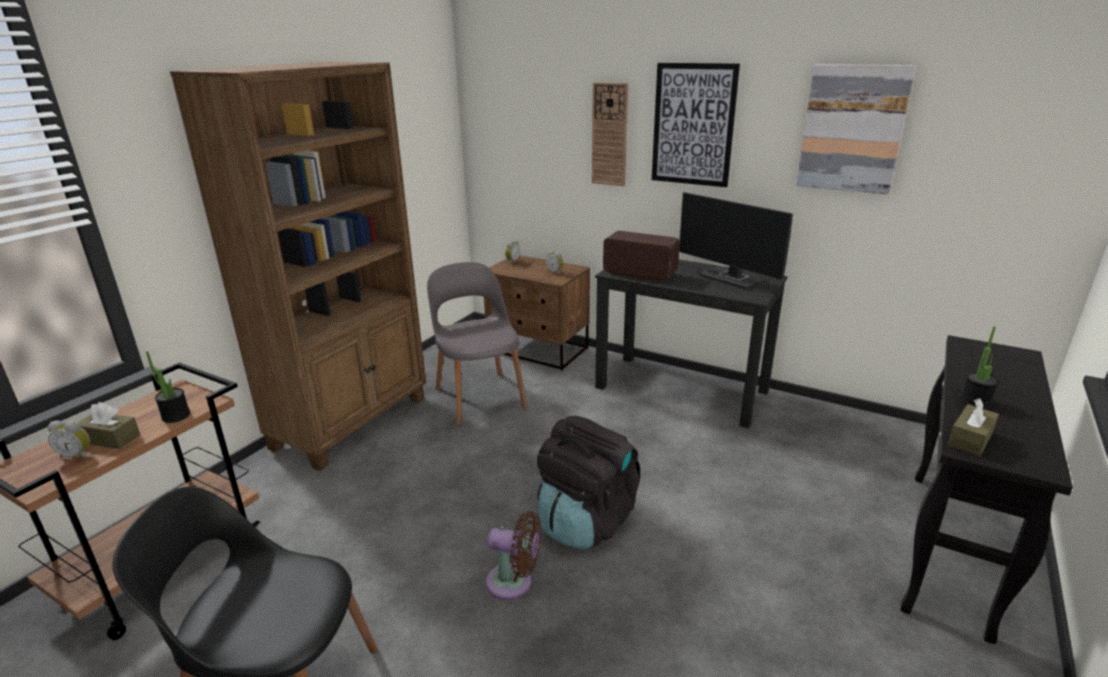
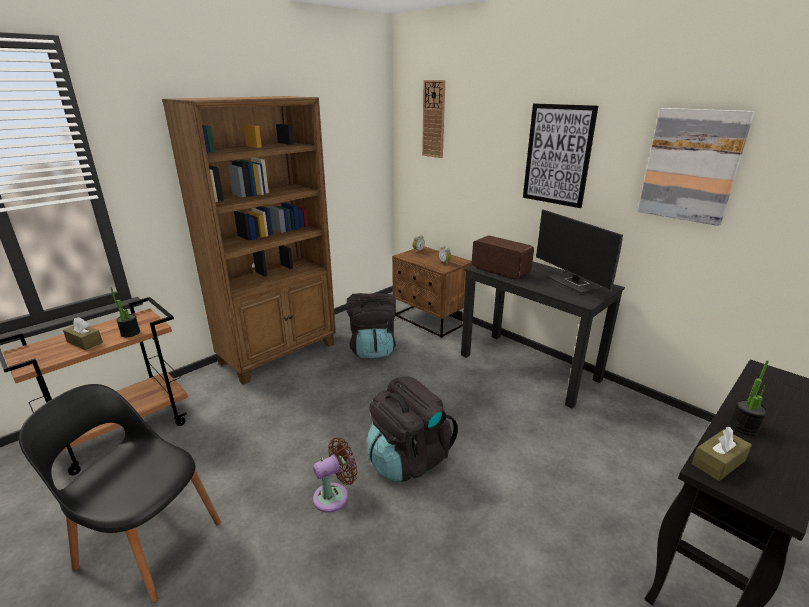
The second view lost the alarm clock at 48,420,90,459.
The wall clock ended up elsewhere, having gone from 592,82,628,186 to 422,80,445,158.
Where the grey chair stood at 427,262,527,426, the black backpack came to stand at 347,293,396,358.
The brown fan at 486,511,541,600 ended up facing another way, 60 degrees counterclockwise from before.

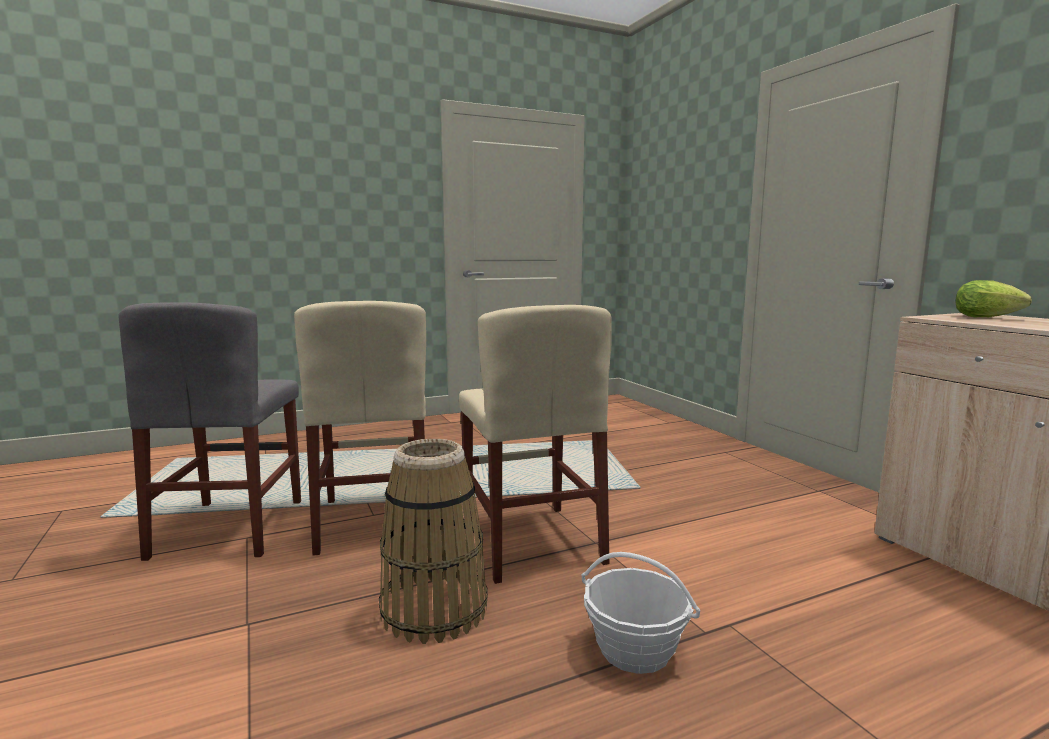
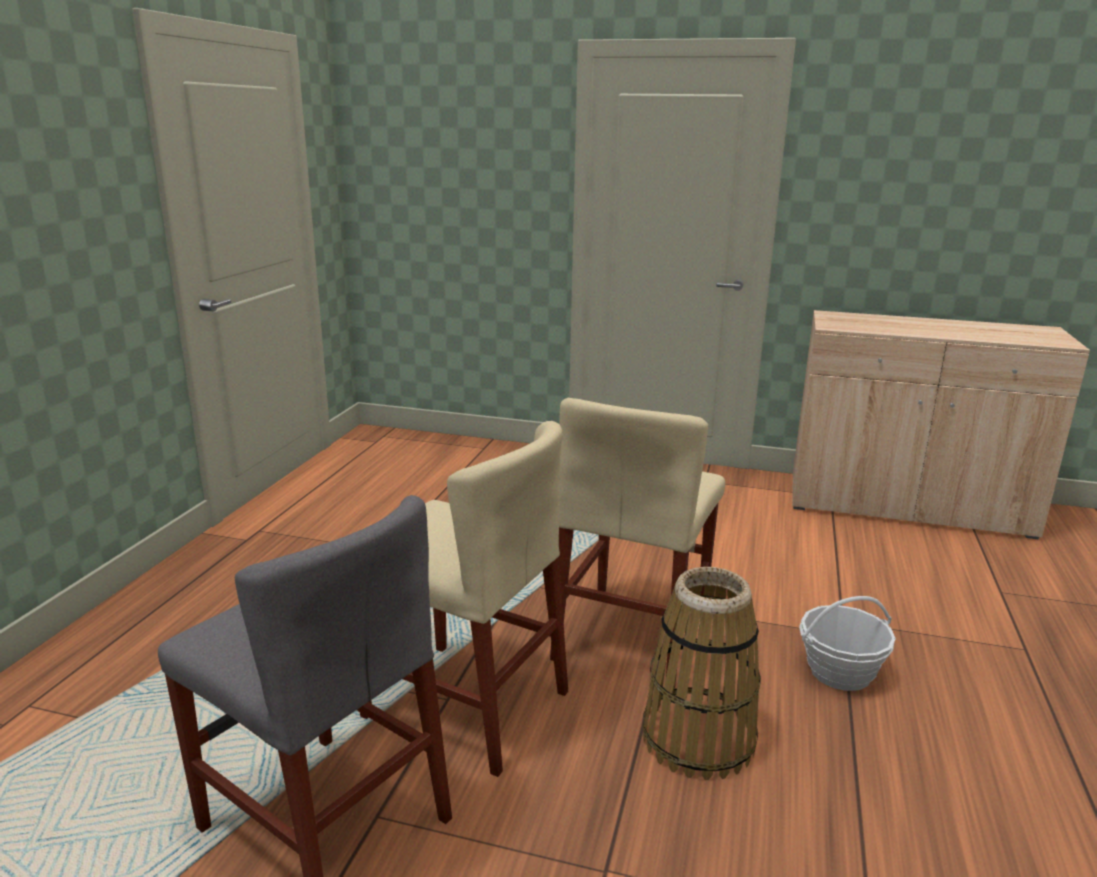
The second view lost the lettuce at 955,280,1032,317.
The beige chair at 459,305,612,584 ended up facing another way, 90 degrees clockwise from before.

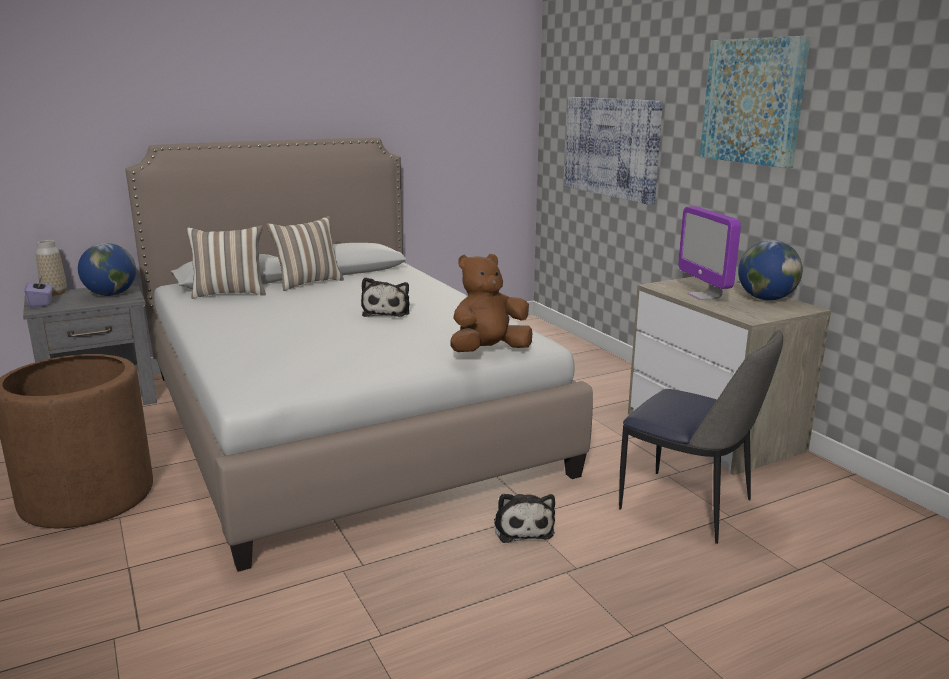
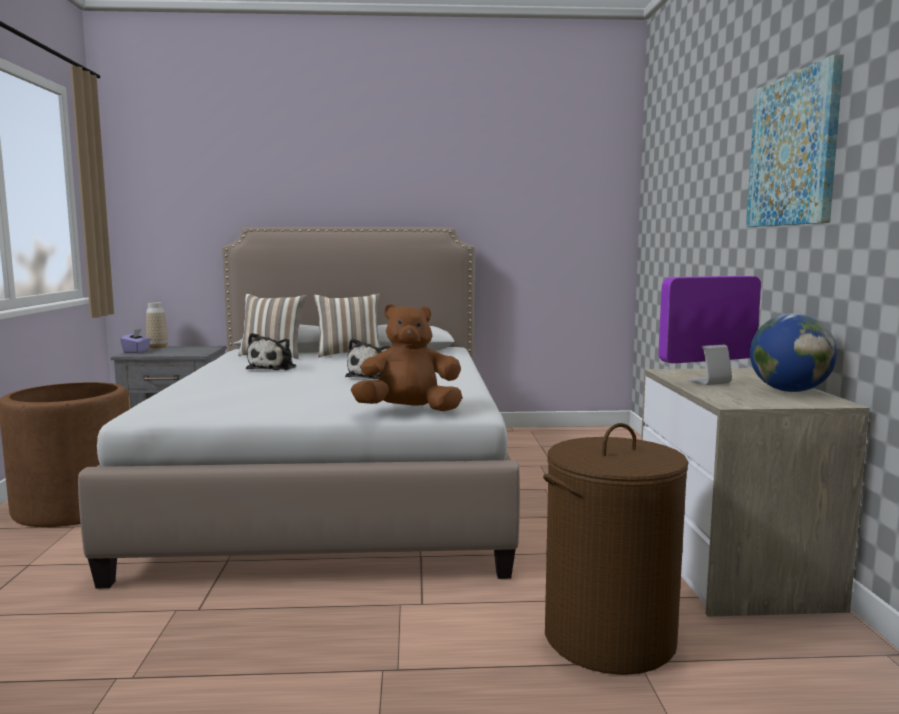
The second view lost the globe at 78,243,136,296.
The second view lost the picture at 564,97,663,205.
The plush toy ended up elsewhere, having gone from 494,493,555,543 to 246,333,296,370.
Where the chair stood at 619,330,783,544, the brown laundry basket came to stand at 543,423,688,675.
The monitor at 678,206,741,300 ended up facing another way, 60 degrees clockwise from before.

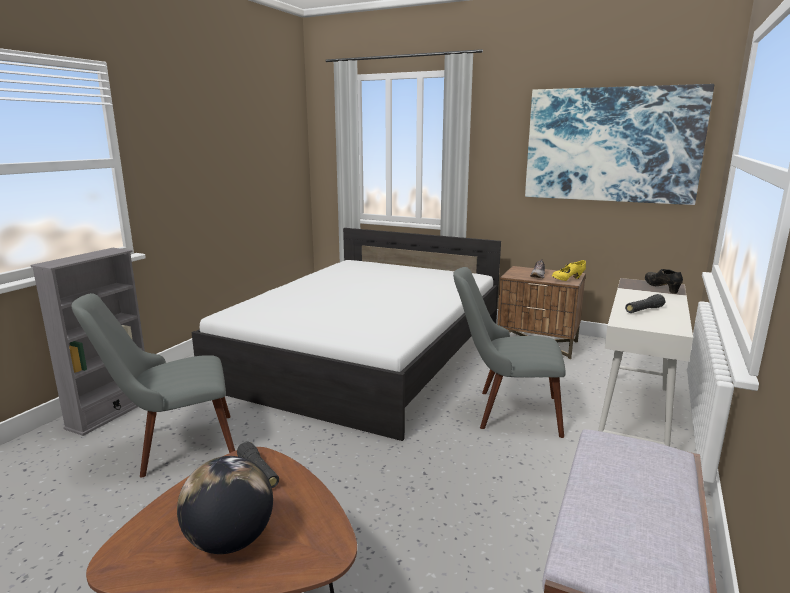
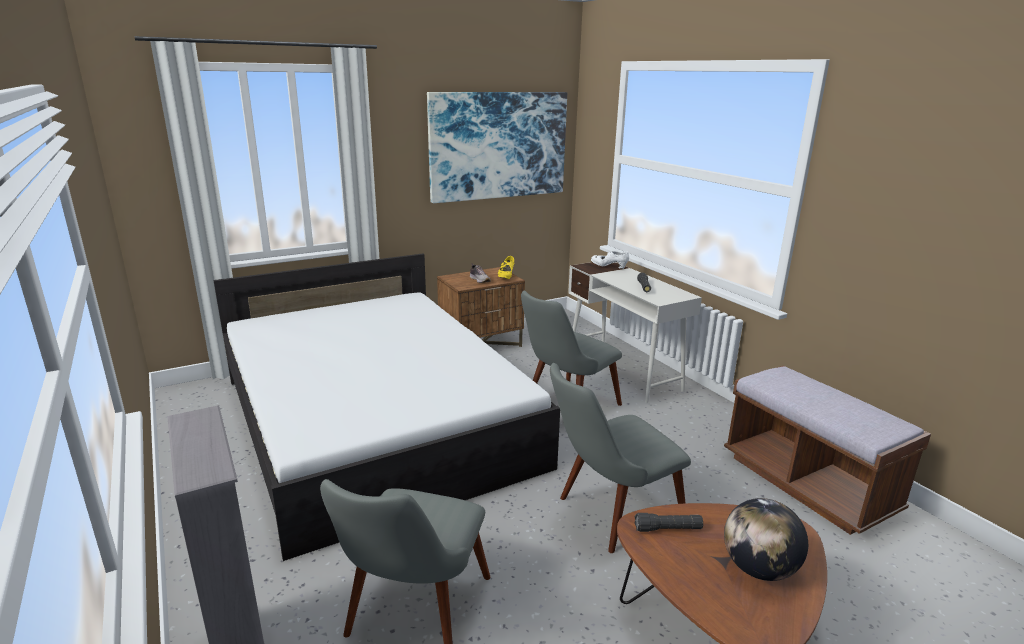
The second view gained the grey chair at 550,363,691,553.
What was the black shoe at 645,269,683,294 turned into the white shoe at 591,251,629,269.

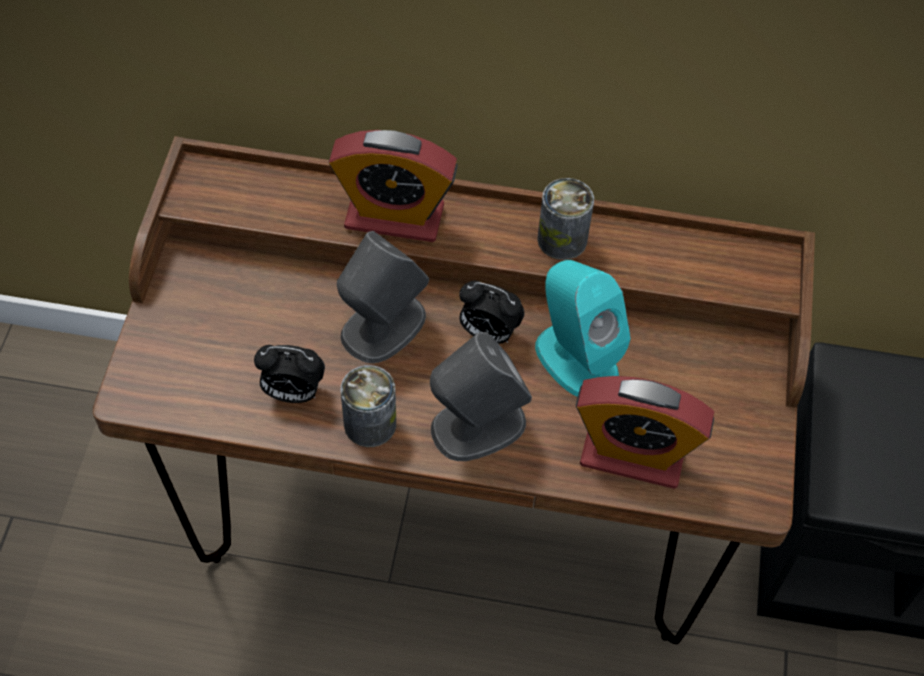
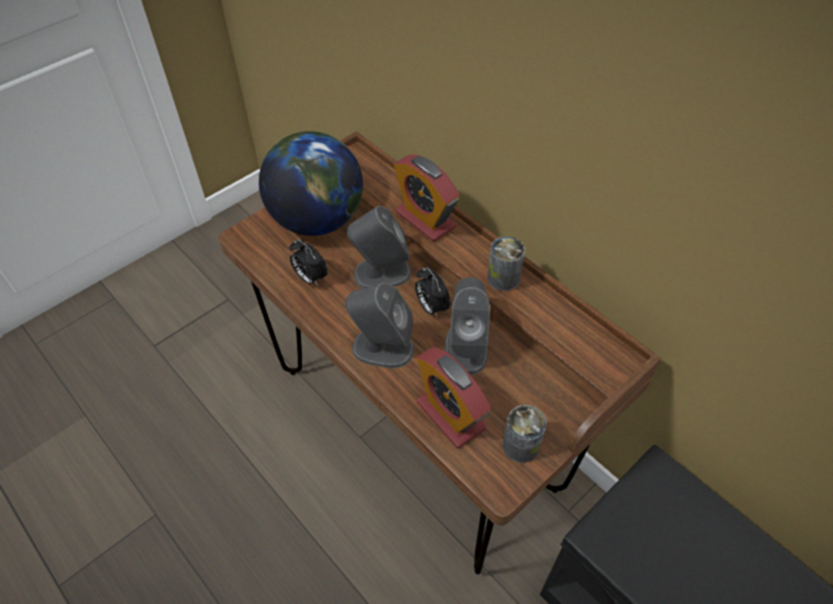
The second view gained the globe at 259,131,363,236.
The can ended up elsewhere, having gone from 341,365,396,447 to 502,405,547,463.
What was the turquoise speaker at 535,260,631,397 turned into the grey speaker at 445,277,490,375.

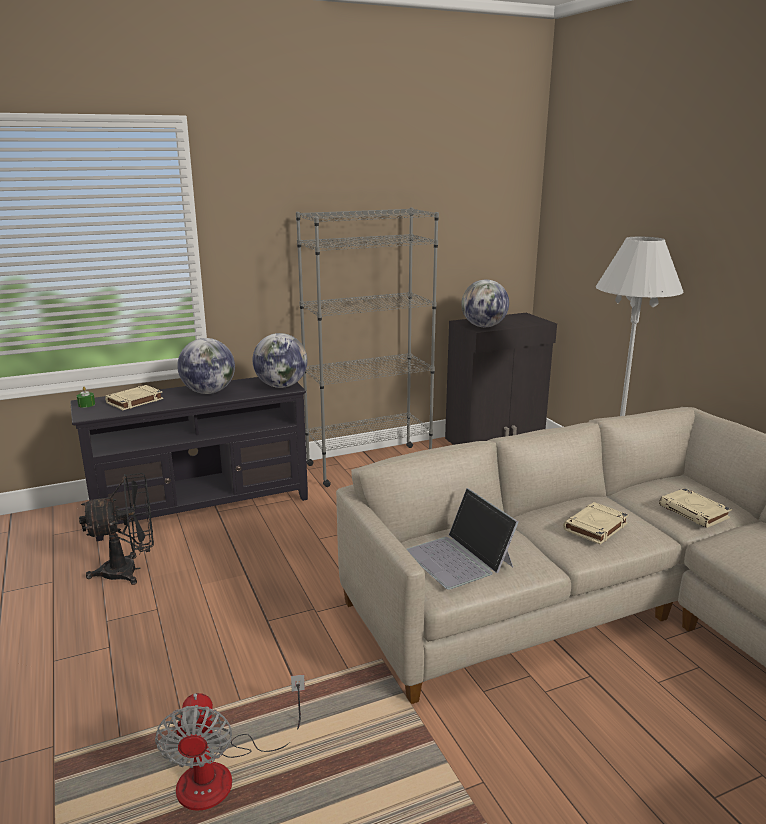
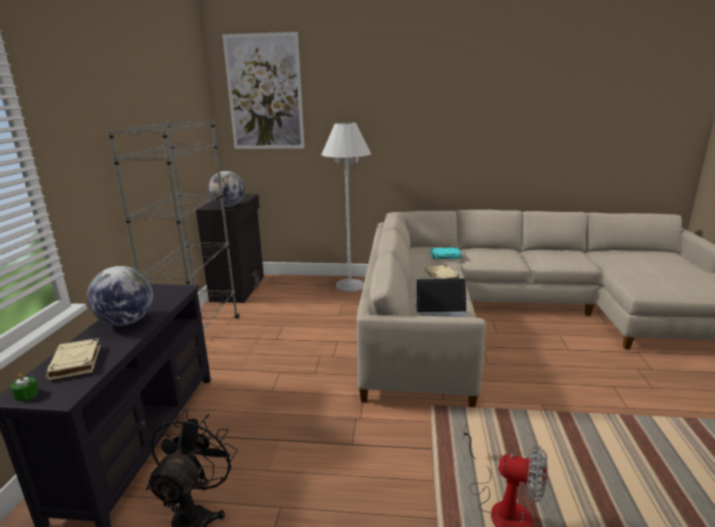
The second view lost the globe at 252,333,308,388.
The second view gained the picture at 222,32,305,149.
What was the beige book at 659,488,732,528 turned into the turquoise book at 430,247,462,259.

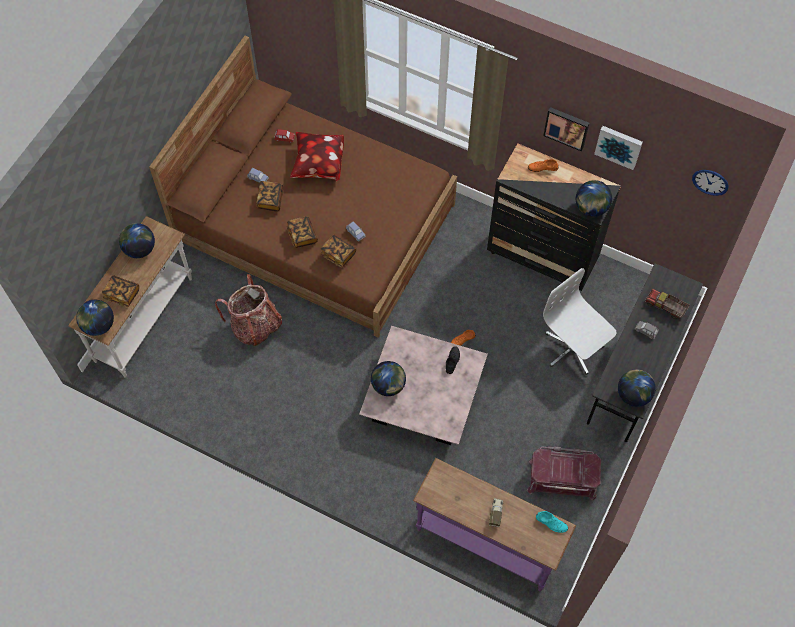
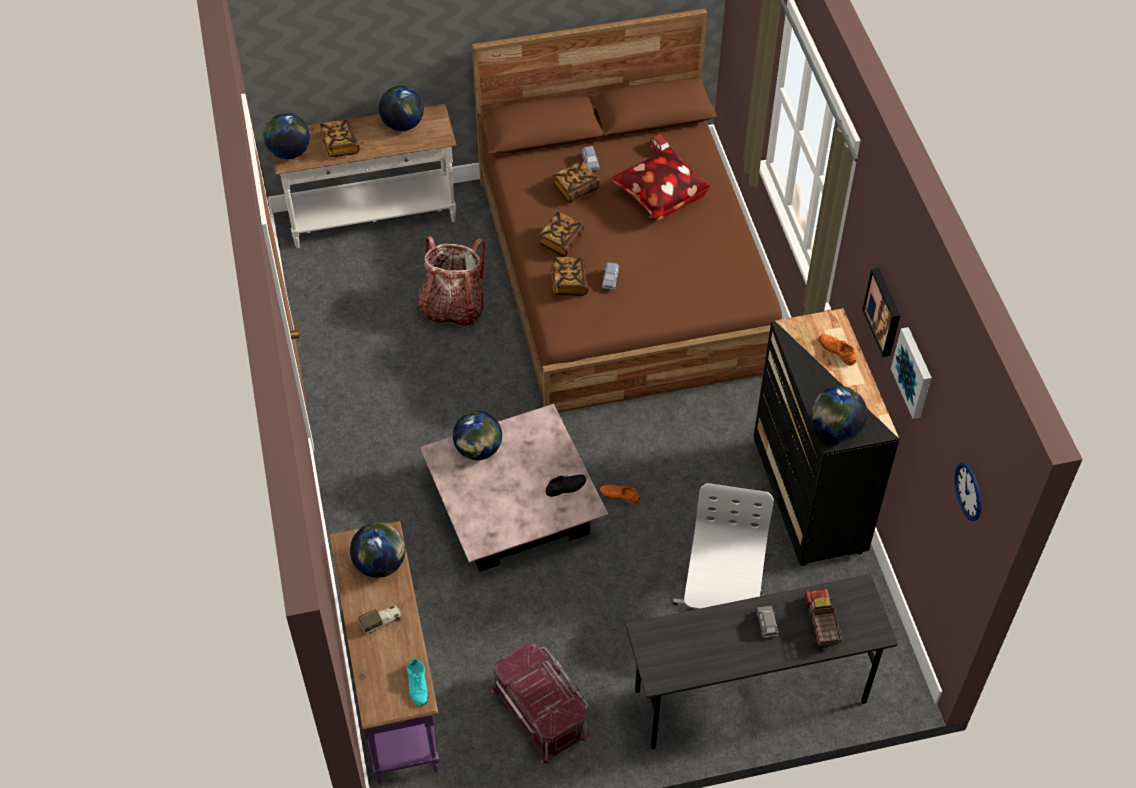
The globe ended up elsewhere, having gone from 618,369,656,407 to 350,522,406,578.

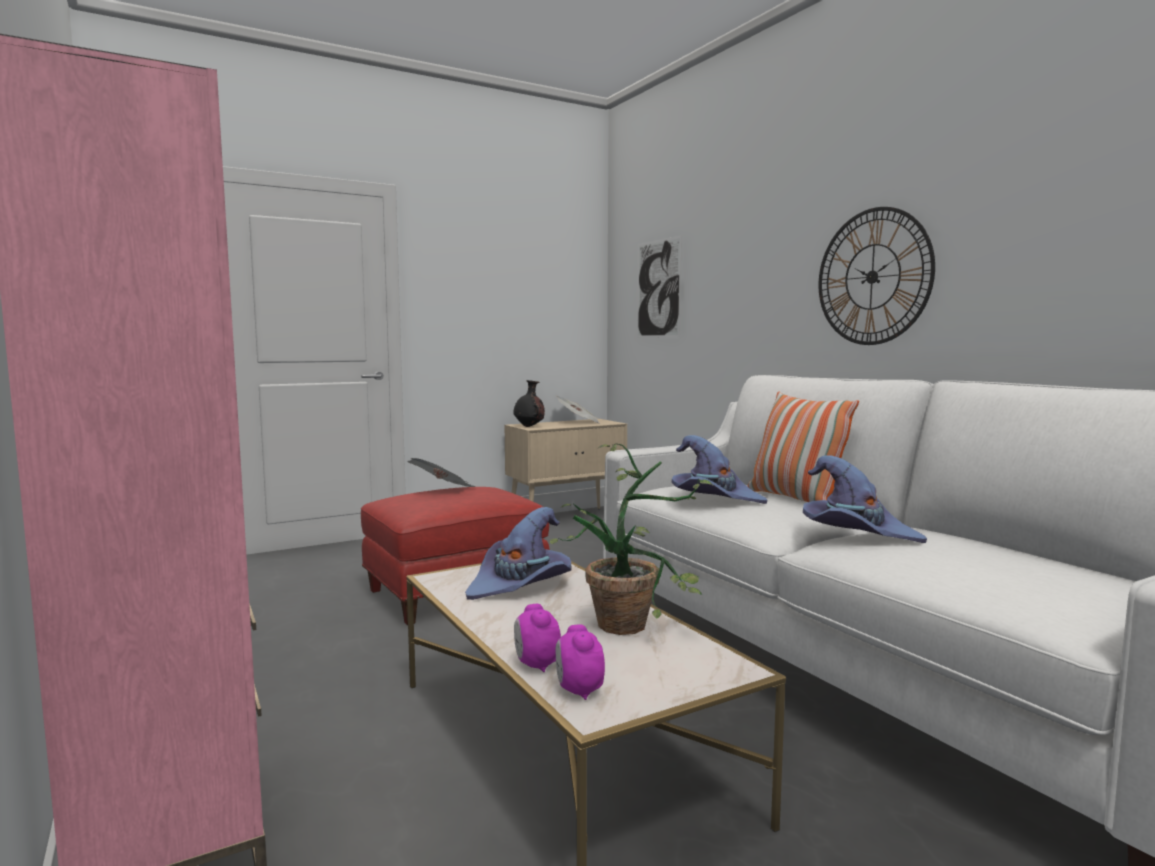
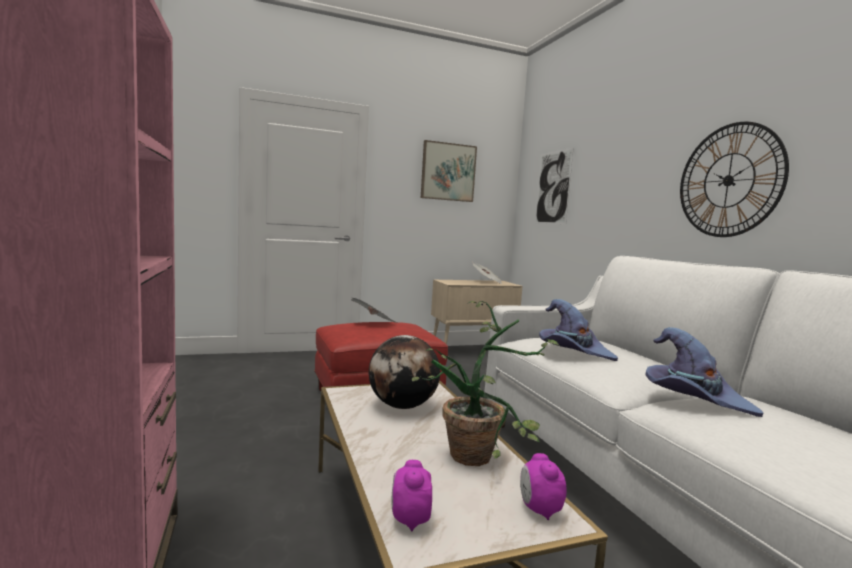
The second view lost the black vase at 514,380,545,427.
The second view lost the pillow at 747,392,859,502.
The second view gained the picture at 421,140,477,202.
The alarm clock ended up elsewhere, having gone from 514,604,561,672 to 520,453,566,520.
Where the purple hat stood at 465,507,571,600, the globe came to stand at 369,335,440,409.

